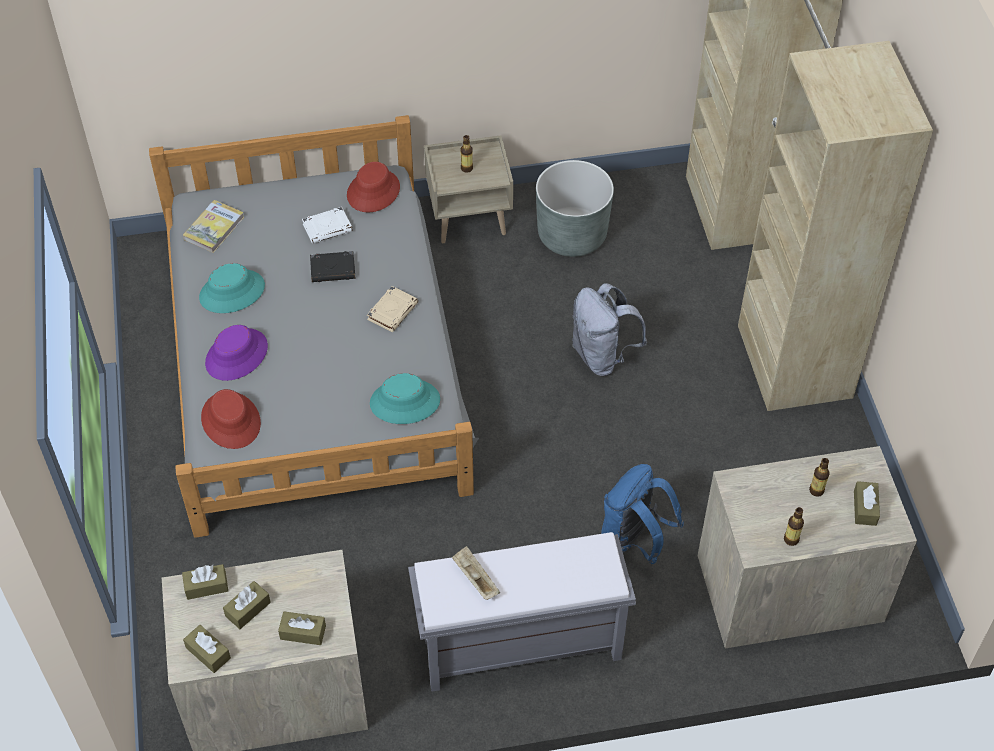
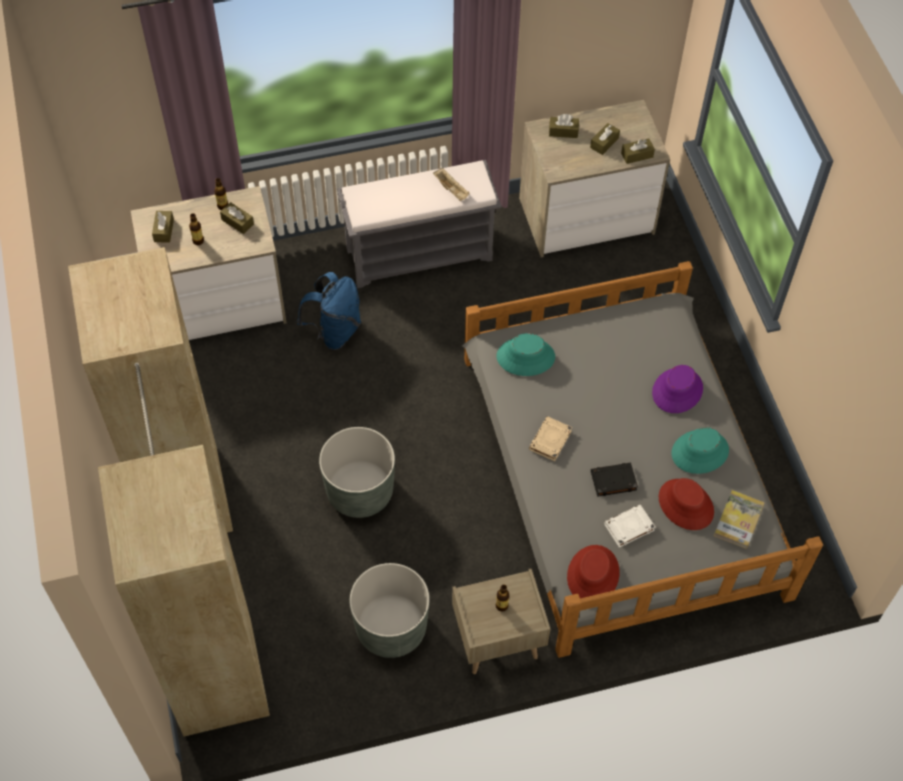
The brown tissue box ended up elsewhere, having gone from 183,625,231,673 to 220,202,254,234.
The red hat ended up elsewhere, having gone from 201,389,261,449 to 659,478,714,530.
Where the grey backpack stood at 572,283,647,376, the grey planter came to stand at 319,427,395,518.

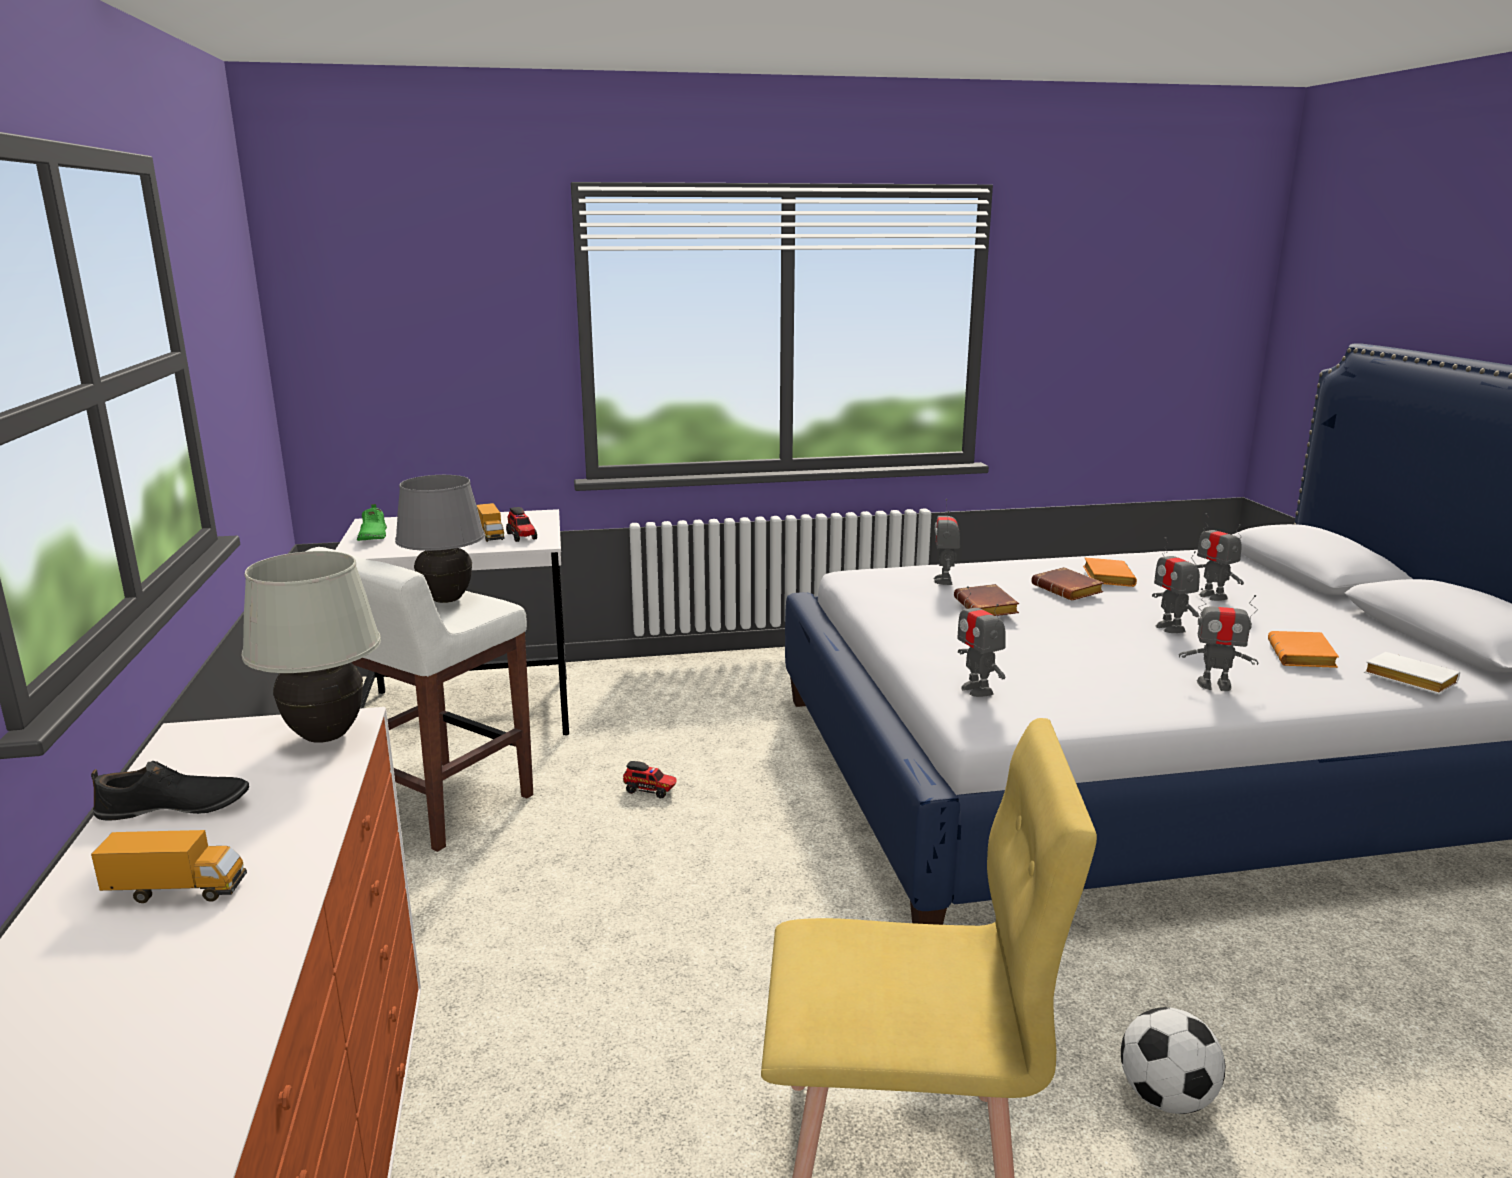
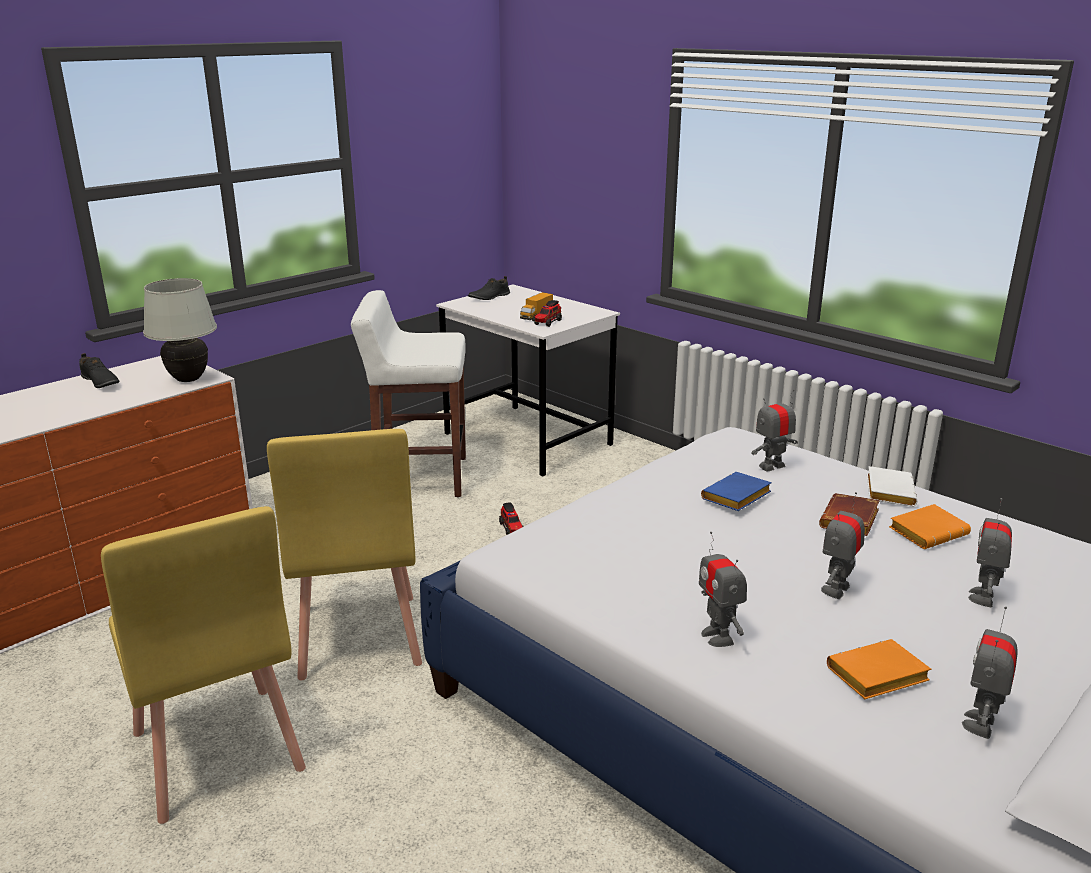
The second view lost the toy truck at 91,830,247,903.
The second view lost the grey table lamp at 395,475,485,603.
The second view lost the football at 1121,1007,1225,1114.
The second view gained the yellow chair at 267,429,422,680.
The toy robot ended up elsewhere, having gone from 957,586,1006,697 to 962,607,1018,739.
The white book ended up elsewhere, having gone from 1364,652,1460,694 to 867,466,917,507.
What was the green shoe at 357,504,387,541 turned into the black shoe at 468,276,510,300.
What was the brown book at 954,584,1019,616 turned into the blue book at 701,472,772,511.

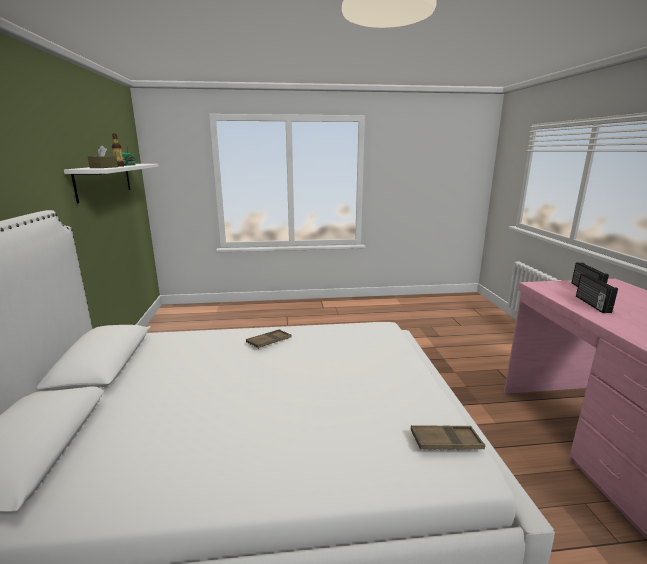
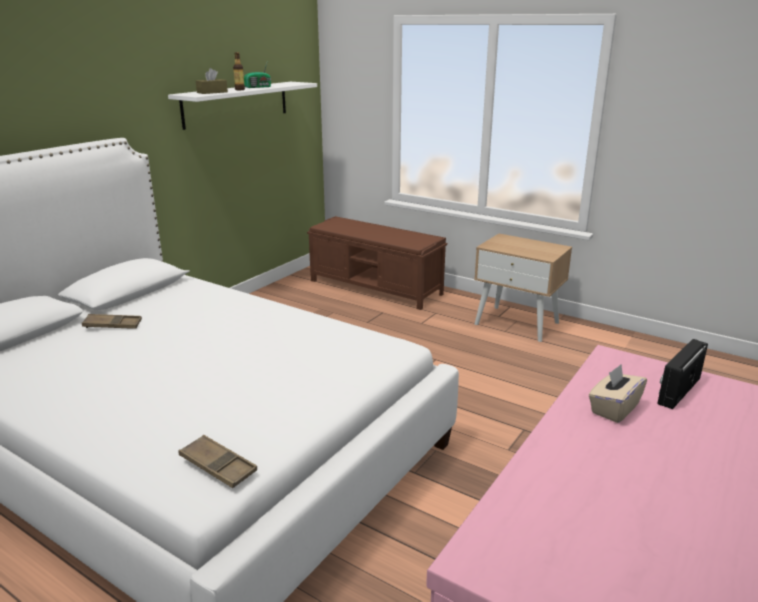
The second view gained the brown bench at 307,216,447,310.
The second view gained the beige nightstand at 474,234,572,342.
The brown tray ended up elsewhere, having gone from 246,329,291,349 to 82,314,142,329.
Where the radio stood at 576,274,618,313, the beige tissue box came to stand at 589,364,647,423.

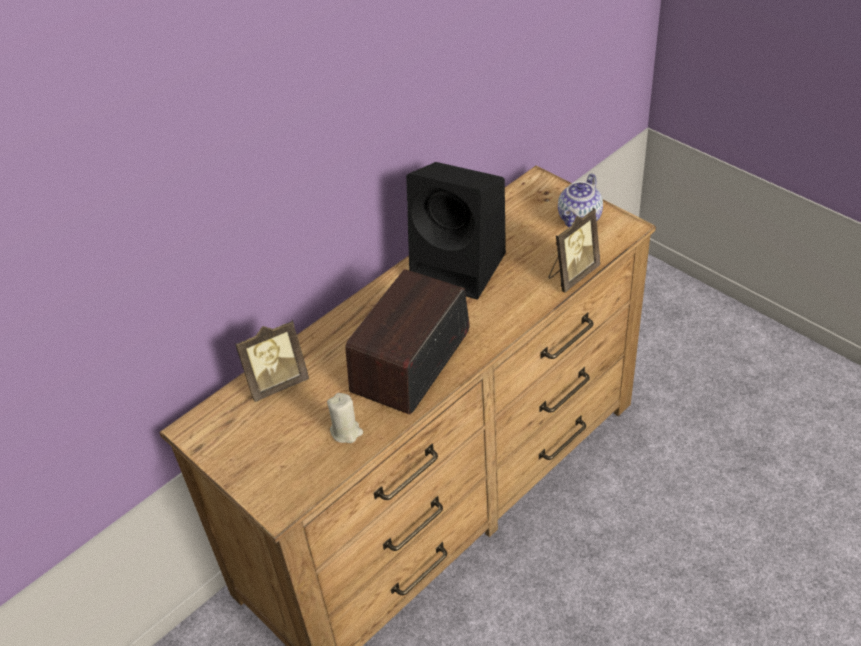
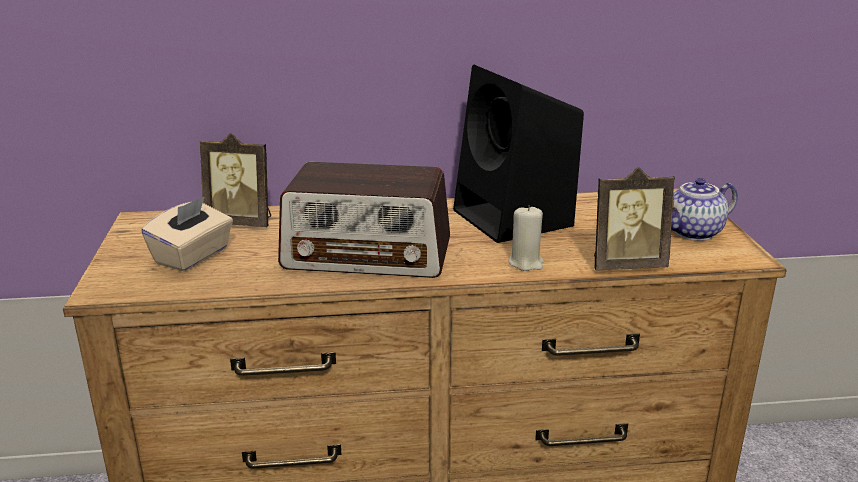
The second view gained the beige tissue box at 141,196,233,271.
The beige candle ended up elsewhere, having gone from 327,393,363,443 to 509,205,544,271.
The radio at 345,269,470,414 ended up facing another way, 150 degrees counterclockwise from before.

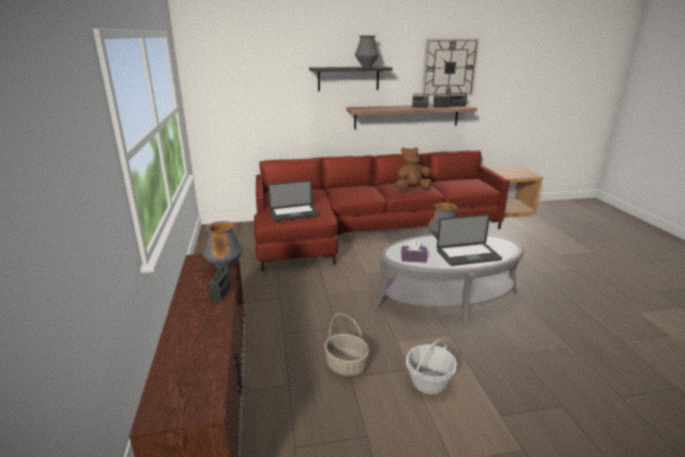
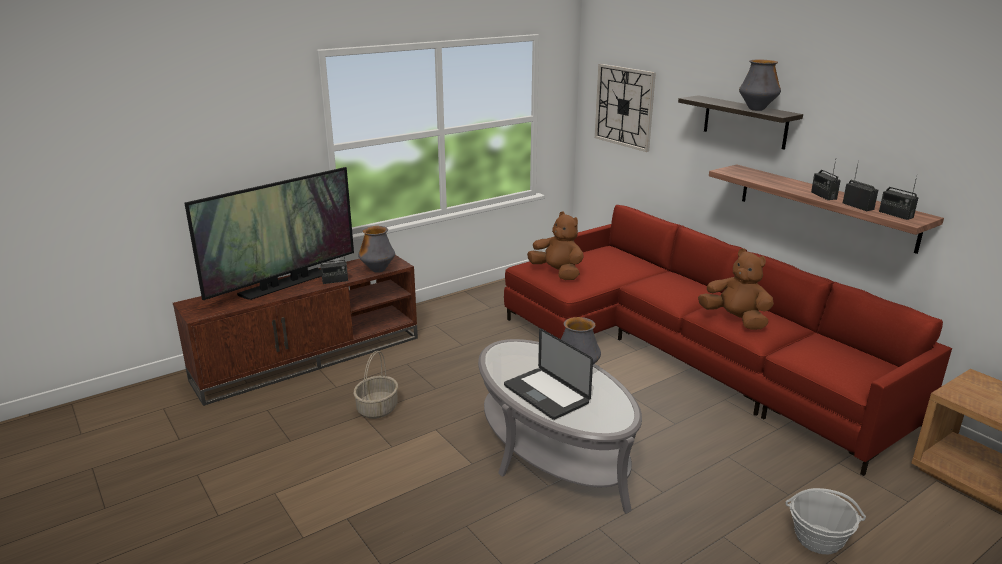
The second view lost the purple tissue box at 401,239,428,262.
The second view gained the television at 184,167,354,300.
The basket ended up elsewhere, having gone from 406,339,457,394 to 786,488,866,555.
The wall clock ended up elsewhere, having gone from 422,38,480,97 to 595,64,656,152.
Where the laptop stood at 268,180,319,221, the brown plush toy came to stand at 527,212,584,280.

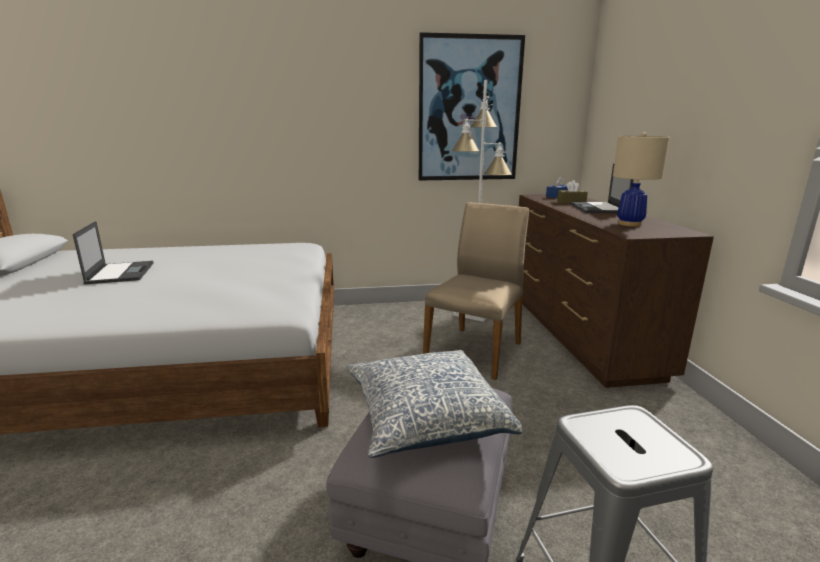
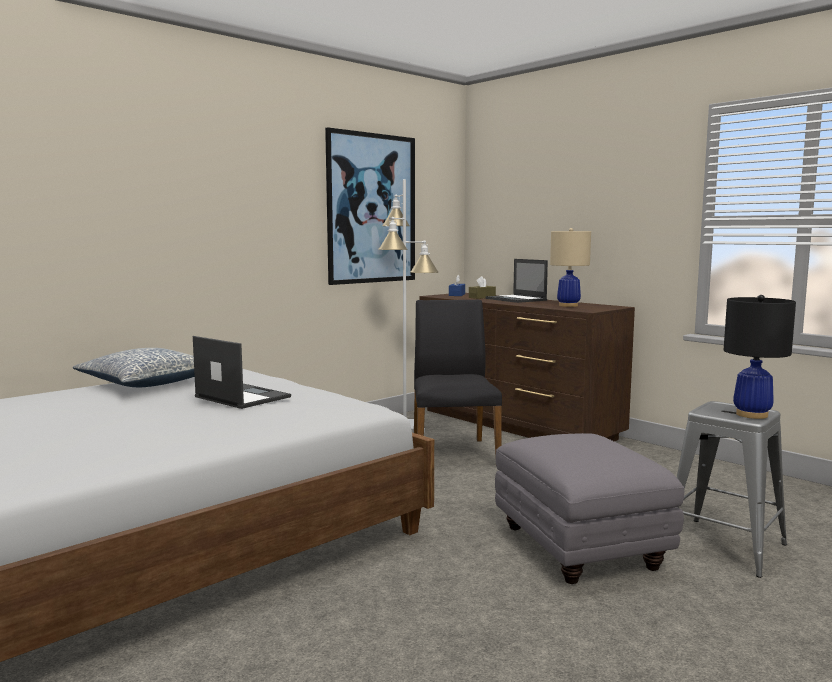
The second view gained the black table lamp at 724,295,796,419.
The laptop ended up elsewhere, having gone from 73,221,154,285 to 193,336,291,409.
The pillow ended up elsewhere, having gone from 347,350,523,458 to 73,348,195,387.
What was the beige chair at 423,202,529,380 turned into the black chair at 414,300,502,457.

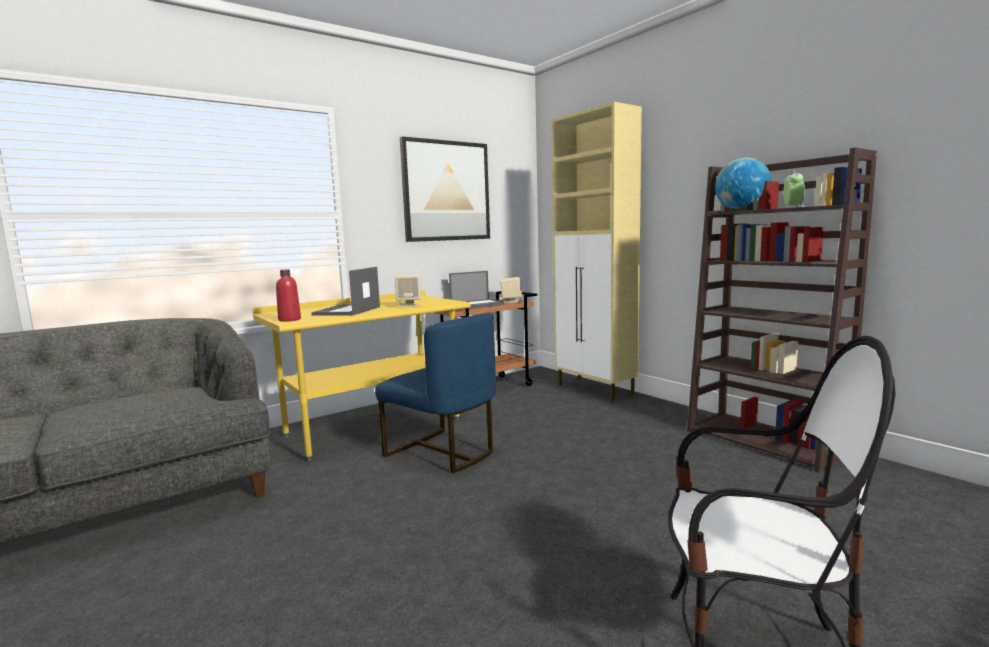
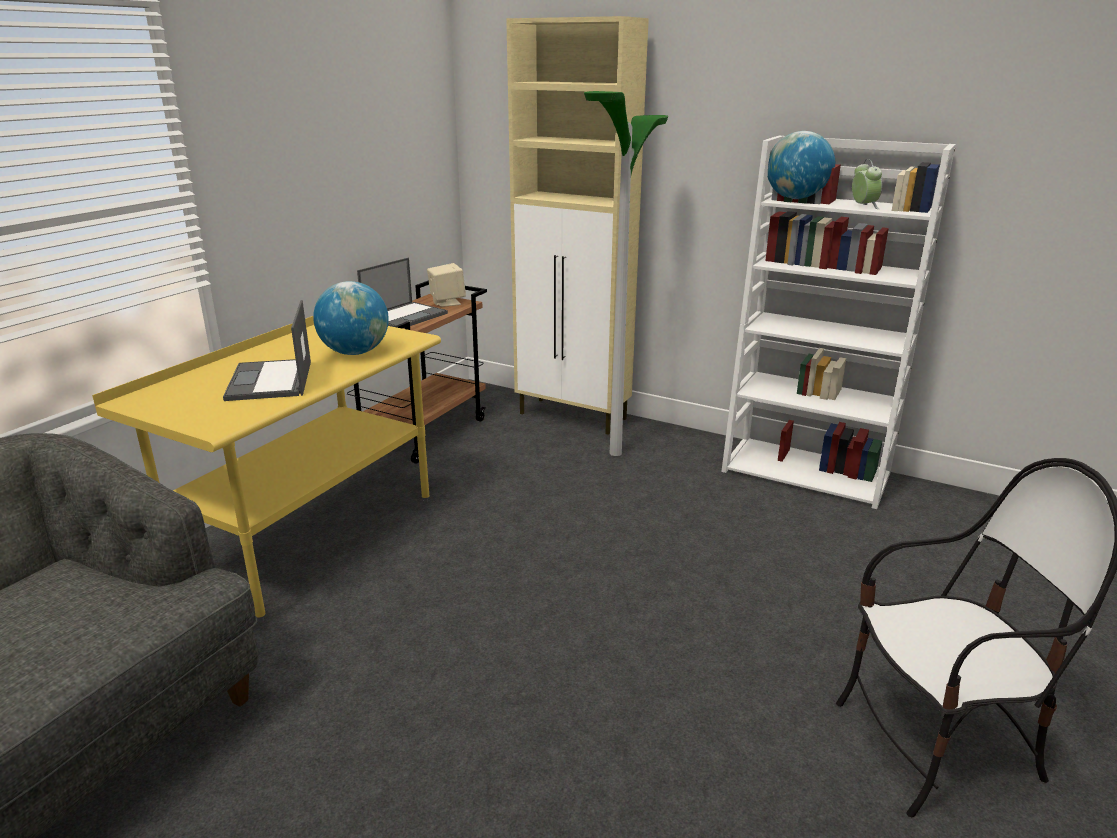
The second view lost the red bottle at 276,270,301,322.
The second view lost the blue chair at 375,313,496,473.
The second view lost the picture at 400,136,490,242.
The second view gained the floor lamp at 584,91,668,456.
Where the beige speaker stood at 395,275,421,307, the globe came to stand at 313,281,389,355.
What was the brown bookcase at 687,147,877,473 turned into the white bookcase at 721,136,956,509.

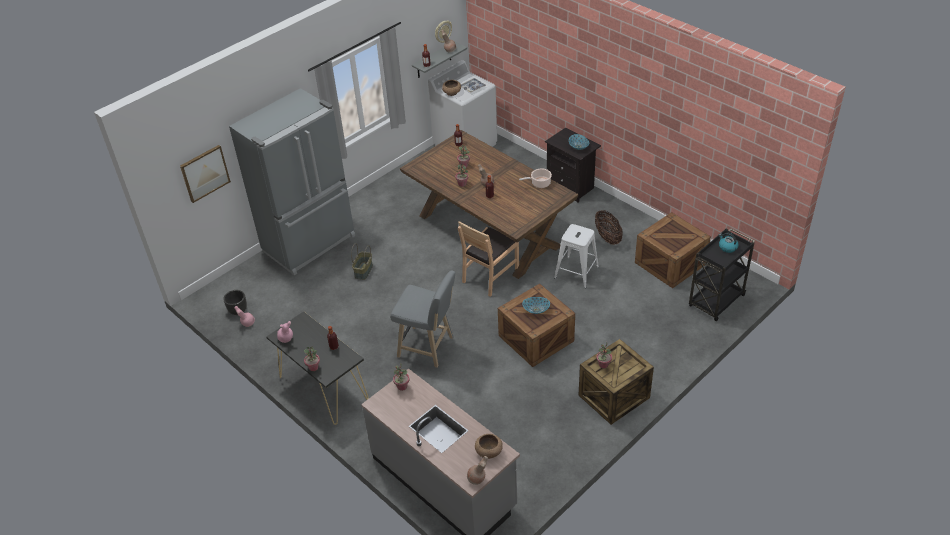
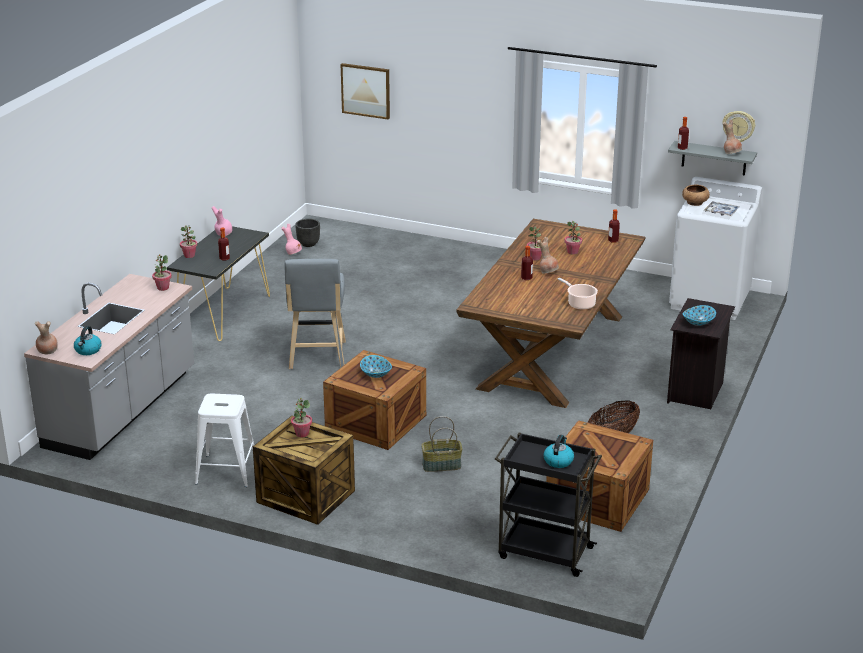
The second view lost the grey fridge at 229,88,355,275.
The second view lost the brown chair at 458,221,519,297.
The basket ended up elsewhere, having gone from 351,243,373,280 to 421,416,462,472.
The white stool ended up elsewhere, having gone from 554,224,599,288 to 195,394,254,487.
Where the brown bowl stood at 475,434,503,459, the kettle came to stand at 74,326,101,355.

